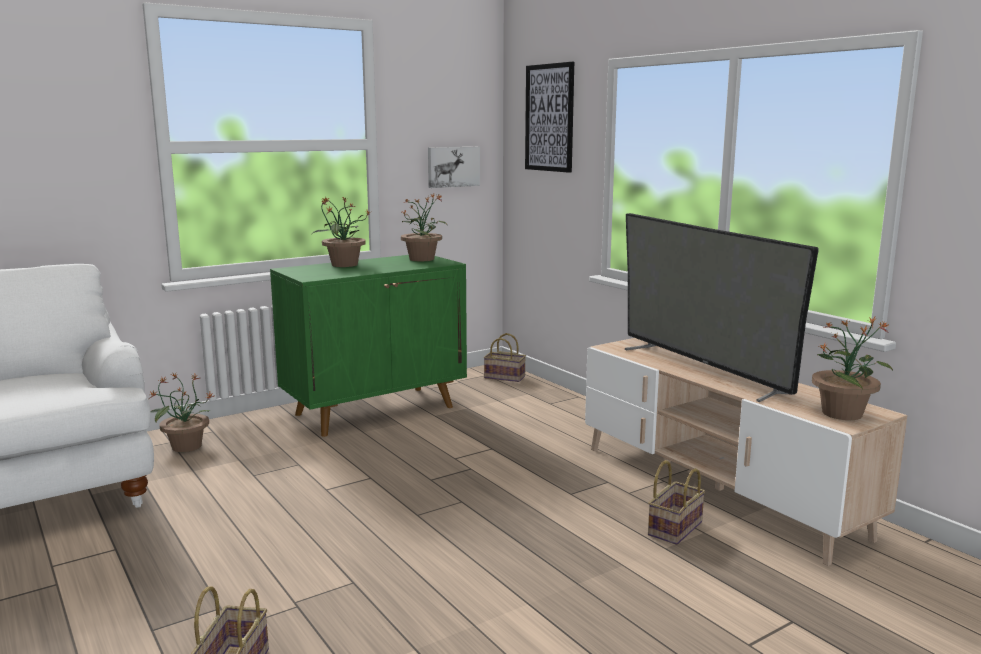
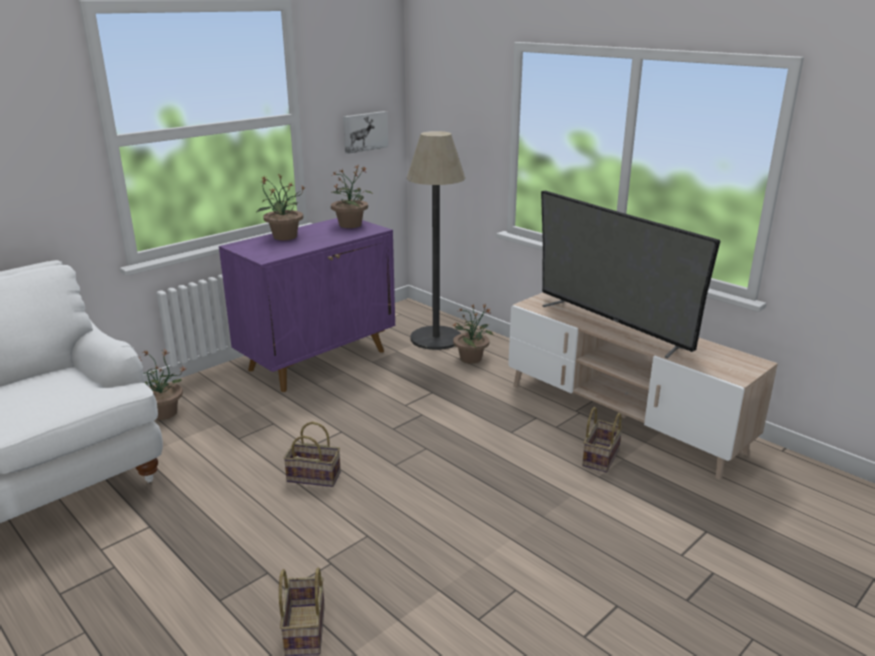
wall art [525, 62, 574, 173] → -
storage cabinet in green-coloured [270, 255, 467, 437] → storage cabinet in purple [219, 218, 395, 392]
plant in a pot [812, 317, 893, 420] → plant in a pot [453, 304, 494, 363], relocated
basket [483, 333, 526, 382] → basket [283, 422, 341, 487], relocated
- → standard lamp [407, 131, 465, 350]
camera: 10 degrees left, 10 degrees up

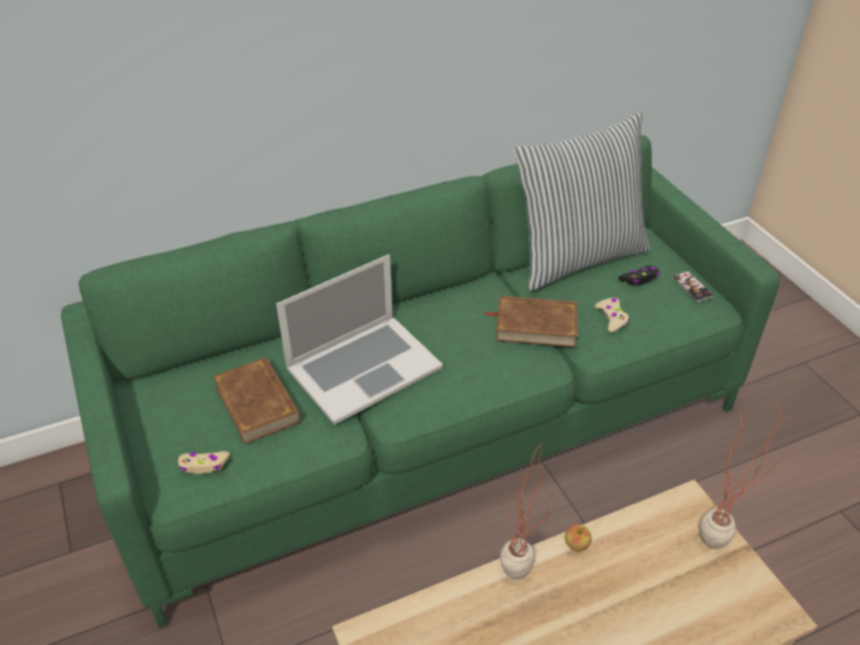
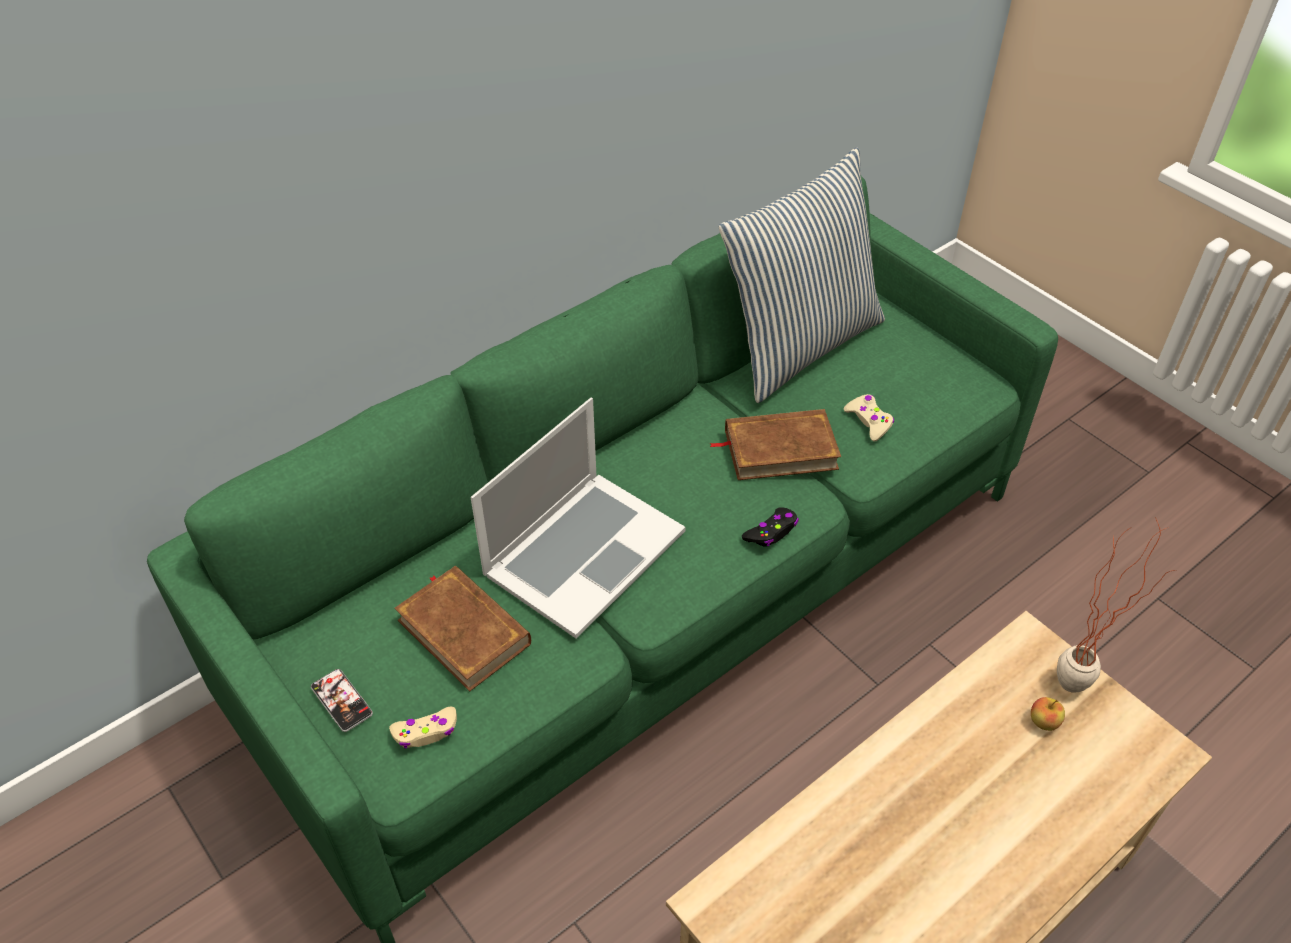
gamepad in black-coloured [618, 266, 660, 285] → gamepad in black-coloured [742, 507, 799, 547], relocated
handset [672, 271, 713, 302] → handset [311, 669, 373, 732], relocated
plant in a pot [500, 441, 552, 579] → -
apple [565, 524, 592, 552] → apple [1031, 697, 1065, 731], relocated
camera: 15 degrees left, 5 degrees up

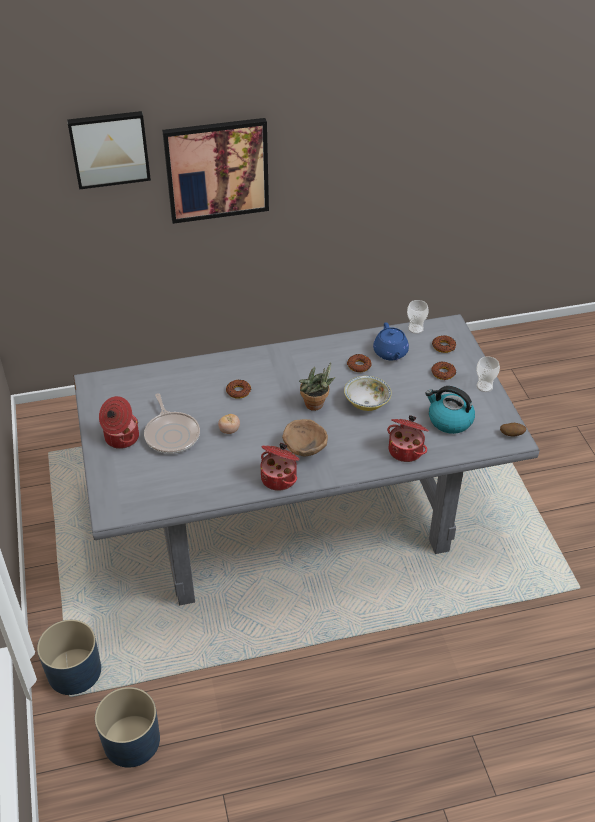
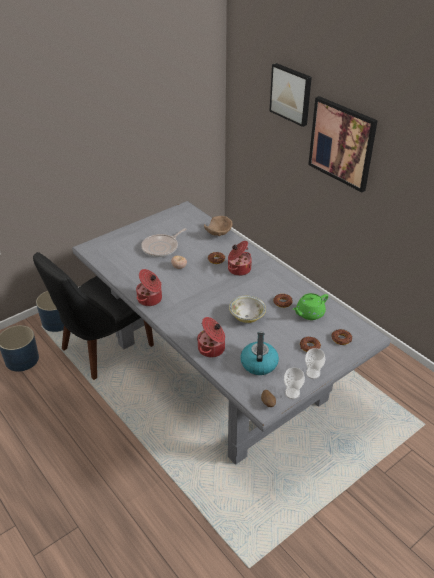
cup [407, 300, 429, 334] → cup [284, 367, 305, 399], relocated
pot for tea in blue [373, 322, 409, 360] → pot for tea in green-coloured [293, 293, 328, 320]
plant in a pot [299, 362, 336, 411] → -
cooking pot [99, 396, 139, 449] → cooking pot [228, 241, 252, 276], relocated
deep dish in brown [282, 419, 328, 456] → deep dish in brown [204, 216, 233, 236], relocated
- → upright chair in black-coloured [33, 252, 154, 380]
camera: 65 degrees right, 5 degrees down

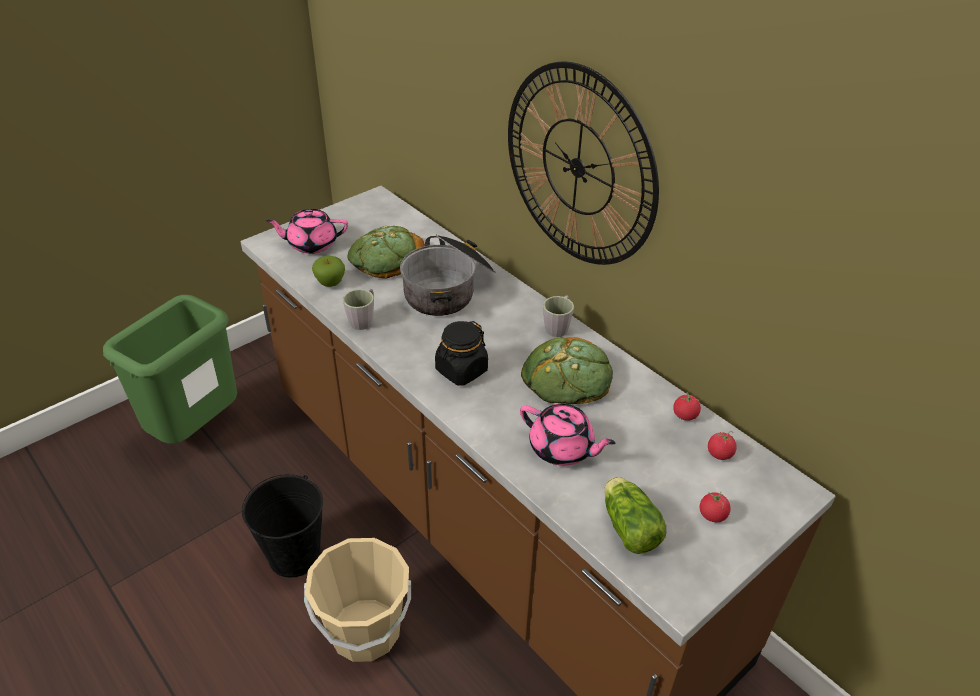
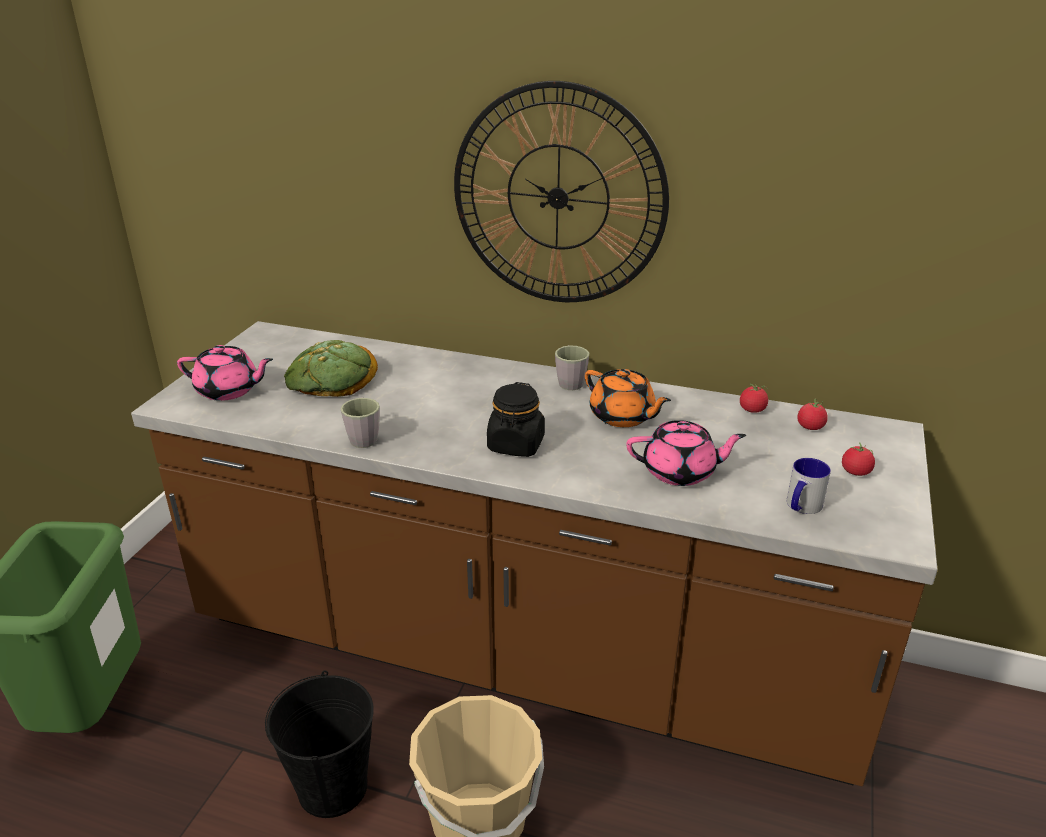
pot for tea in pinkish [266, 209, 348, 254] → pot for tea in pinkish [177, 345, 273, 401], 135 degrees counterclockwise
cooking pot [400, 235, 495, 316] → -
apple [312, 256, 345, 287] → -
bread [521, 337, 613, 404] → pot for tea in orange-coloured [585, 369, 671, 427]
lettuce head [604, 477, 666, 554] → coffee mug [787, 458, 831, 514]
camera: 30 degrees left, 10 degrees down

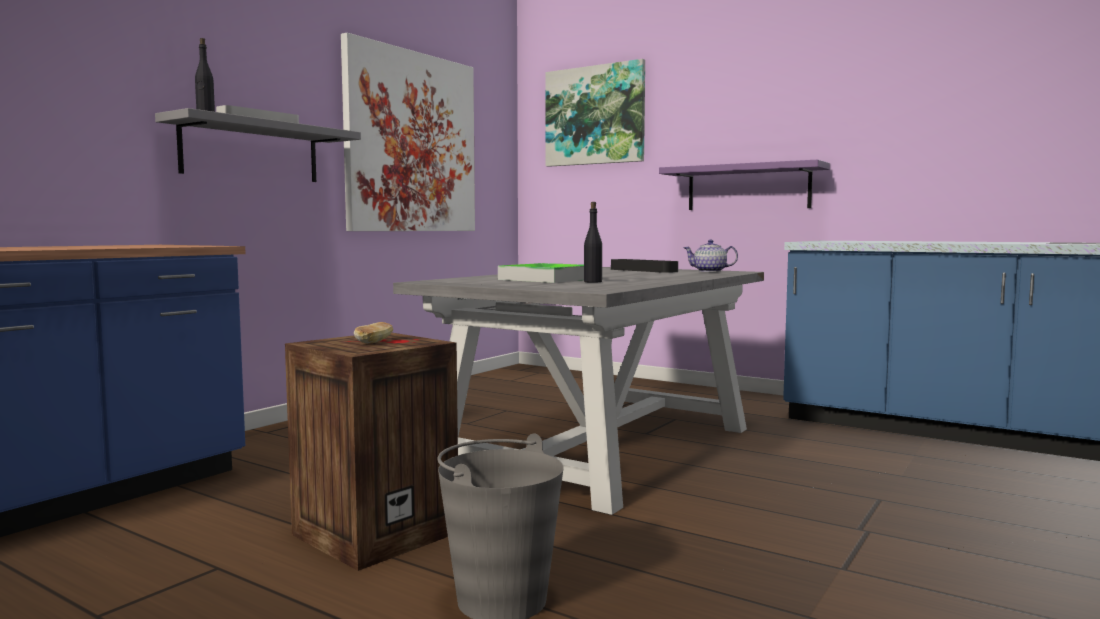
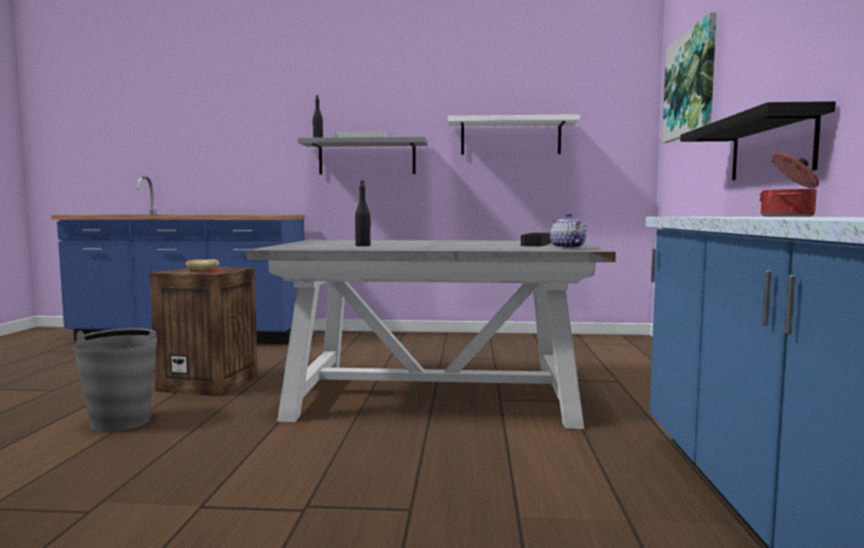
wall art [341, 33, 475, 231] → bracket shelf in white [448, 114, 580, 155]
bracket shelf in purple [659, 160, 830, 210] → bracket shelf in black-coloured [680, 101, 836, 180]
serving tray [498, 263, 584, 283] → -
- → cooking pot [759, 152, 819, 217]
camera: 60 degrees right, 0 degrees up

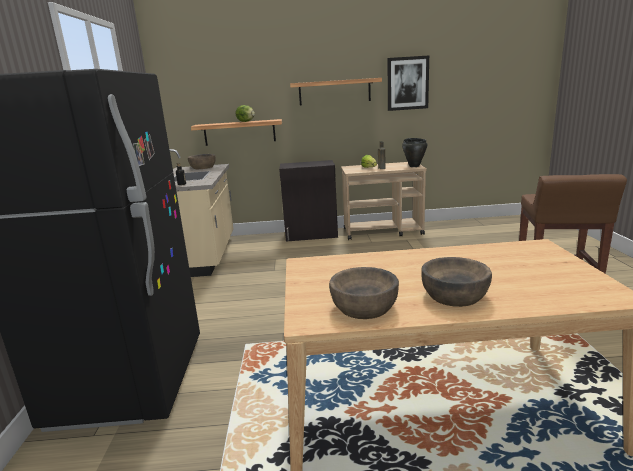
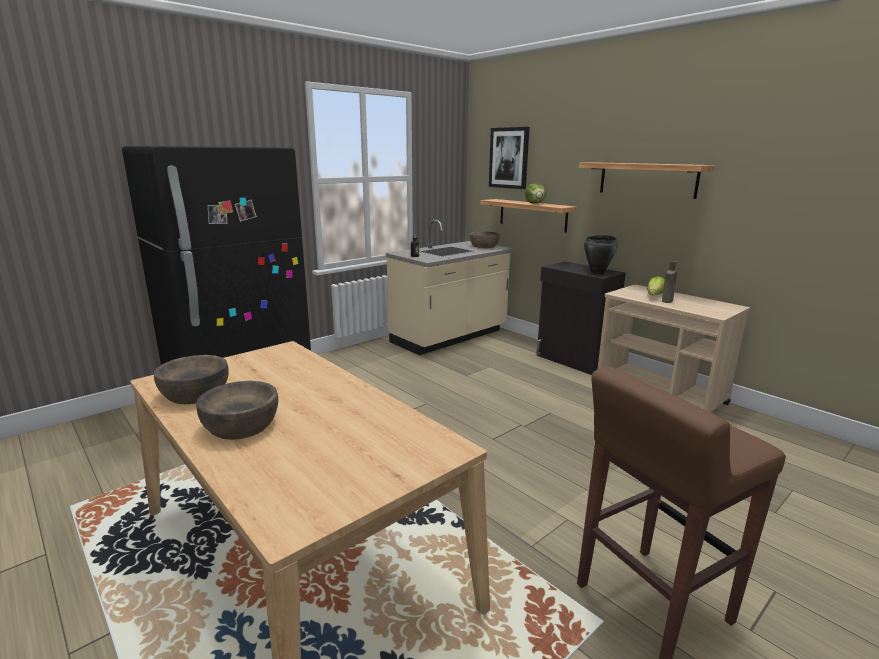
wall art [388, 55, 429, 111] → wall art [489, 127, 529, 189], relocated
cooking pot in black-coloured [402, 138, 427, 167] → cooking pot in black-coloured [584, 235, 618, 274], relocated
camera: 50 degrees right, 0 degrees up

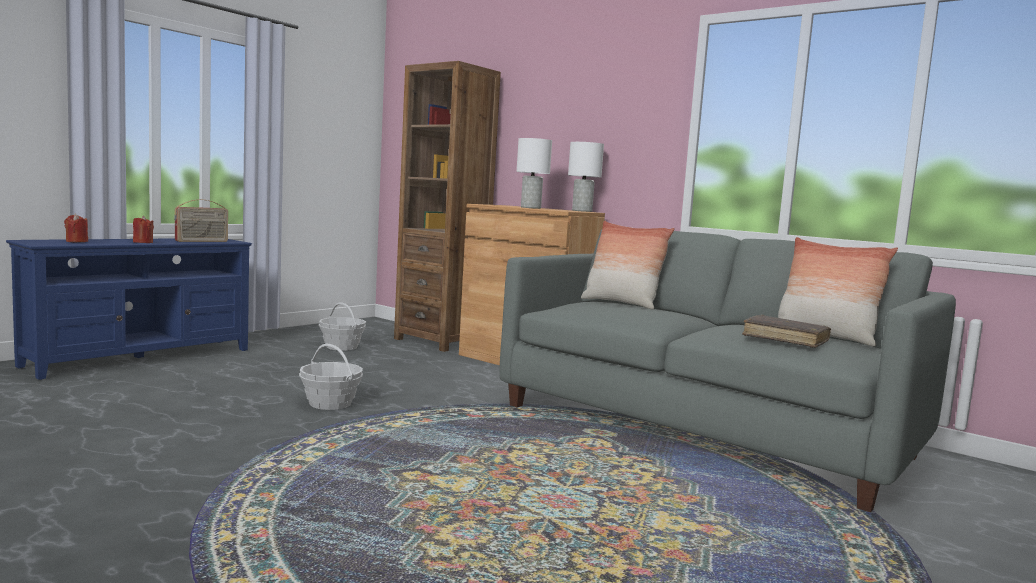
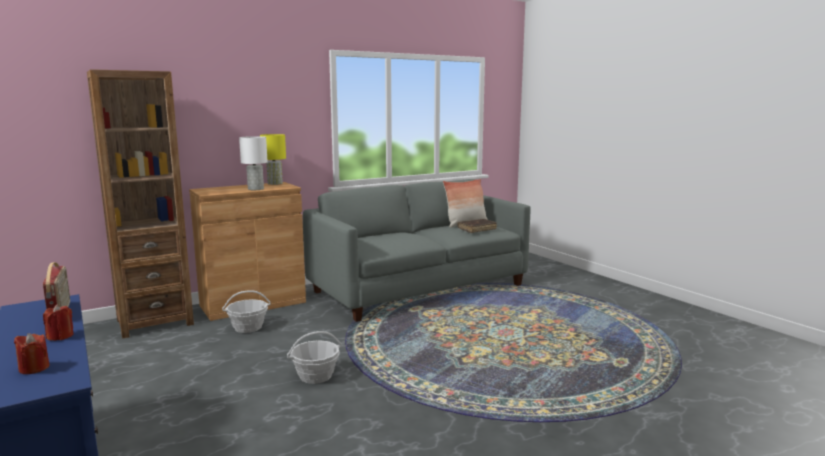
table lamp in white [568, 142, 604, 212] → table lamp in yellowish [260, 134, 286, 185]
cushion [581, 221, 675, 309] → -
basket [319, 302, 366, 351] → basket [222, 290, 270, 333], relocated
camera: 70 degrees left, 5 degrees up

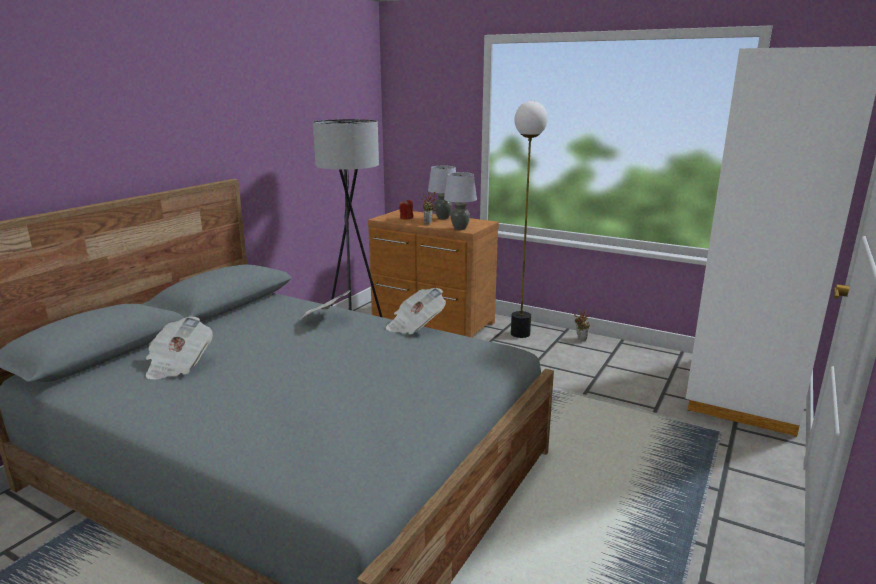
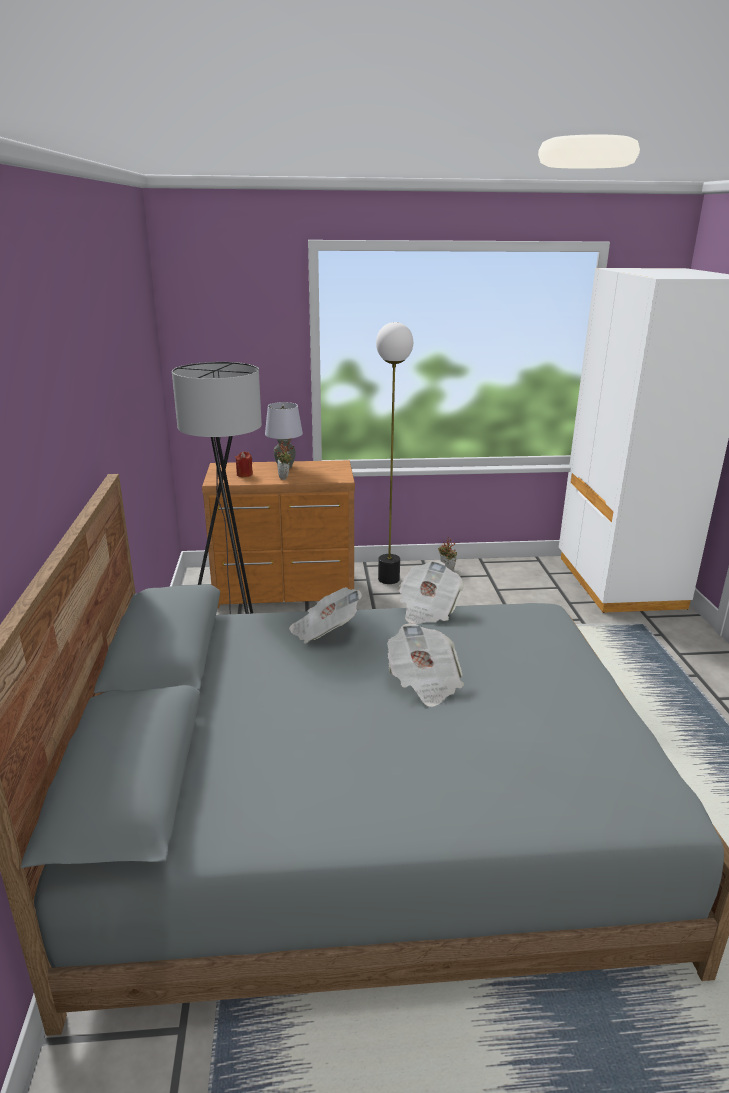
table lamp in greyish [444, 172, 477, 230] → -
newspaper [146, 317, 213, 379] → newspaper [387, 623, 464, 707], relocated
camera: 35 degrees left, 5 degrees up

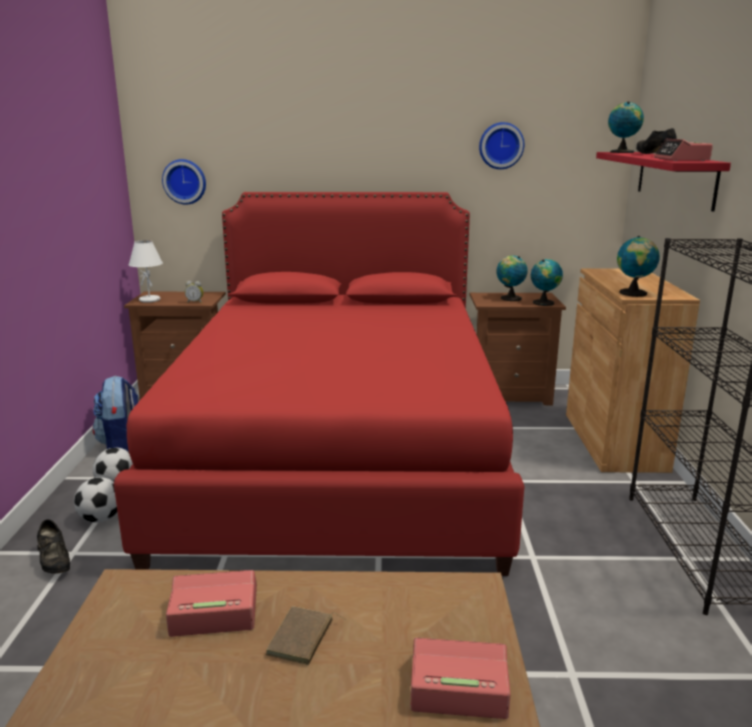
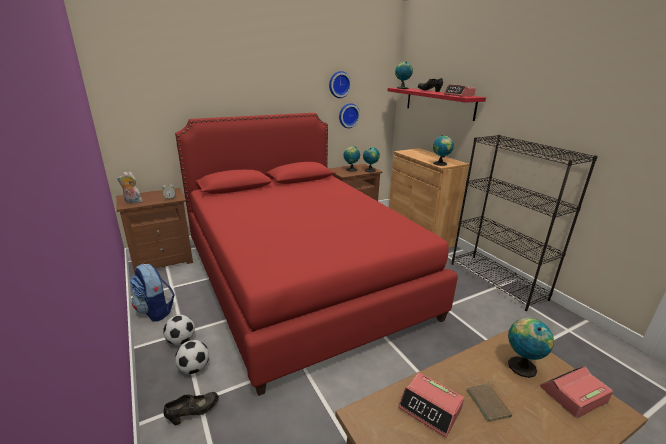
hanging clock [162, 159, 206, 205] → hanging clock [339, 103, 360, 128], relocated
table lamp in white [129, 240, 163, 303] → soft toy [117, 172, 142, 204]
item of footwear in black-coloured [37, 519, 70, 574] → item of footwear in black-coloured [163, 392, 219, 425], 60 degrees counterclockwise
table clock [166, 570, 257, 637] → table clock [398, 372, 464, 438], 105 degrees counterclockwise
- → world globe [508, 318, 554, 378]
camera: 30 degrees left, 5 degrees up

